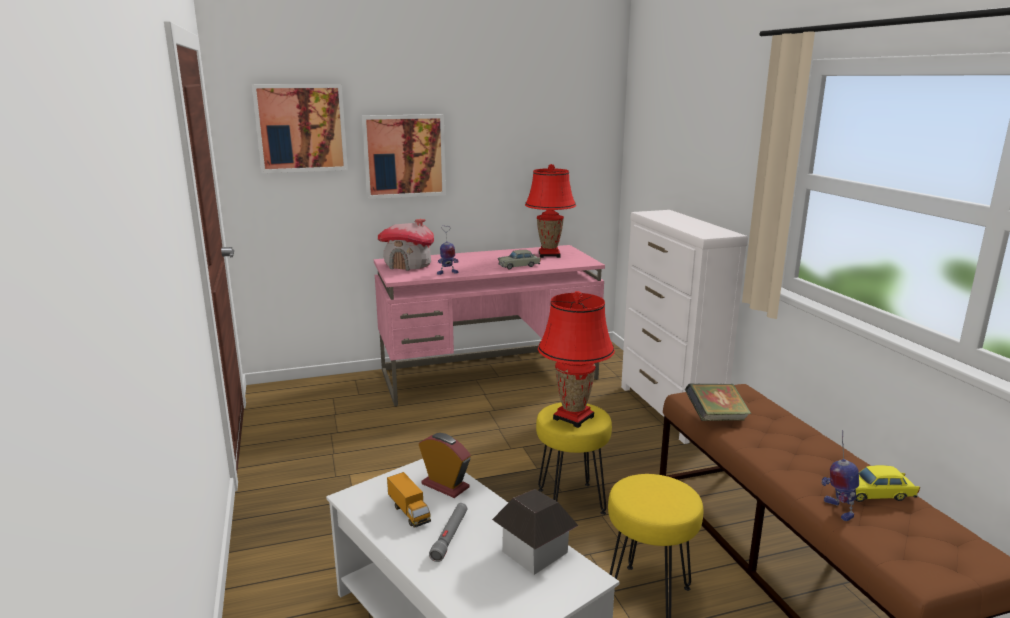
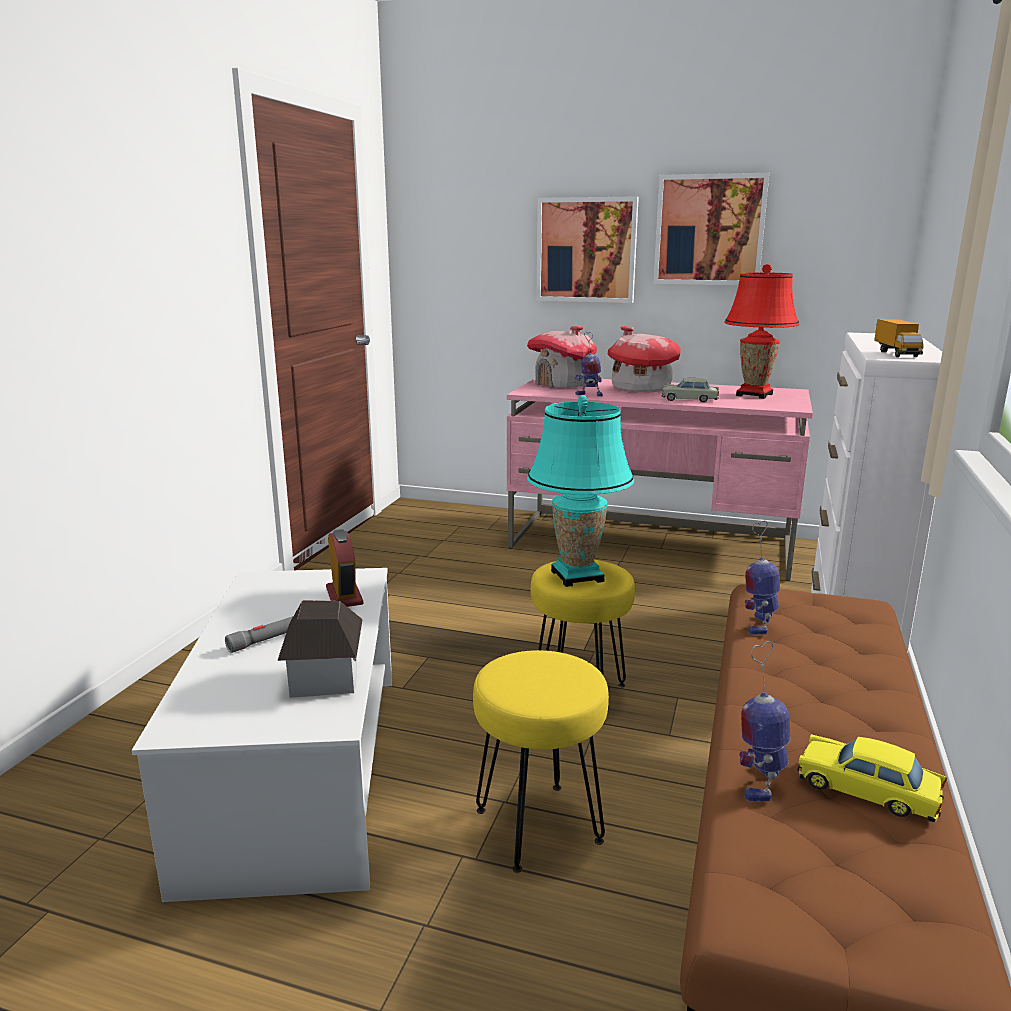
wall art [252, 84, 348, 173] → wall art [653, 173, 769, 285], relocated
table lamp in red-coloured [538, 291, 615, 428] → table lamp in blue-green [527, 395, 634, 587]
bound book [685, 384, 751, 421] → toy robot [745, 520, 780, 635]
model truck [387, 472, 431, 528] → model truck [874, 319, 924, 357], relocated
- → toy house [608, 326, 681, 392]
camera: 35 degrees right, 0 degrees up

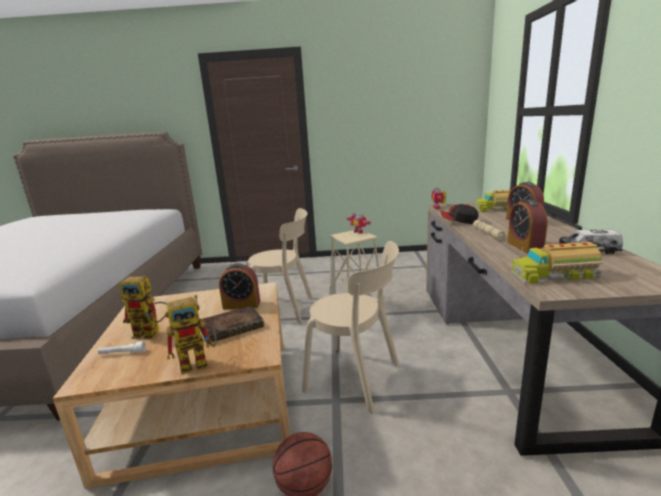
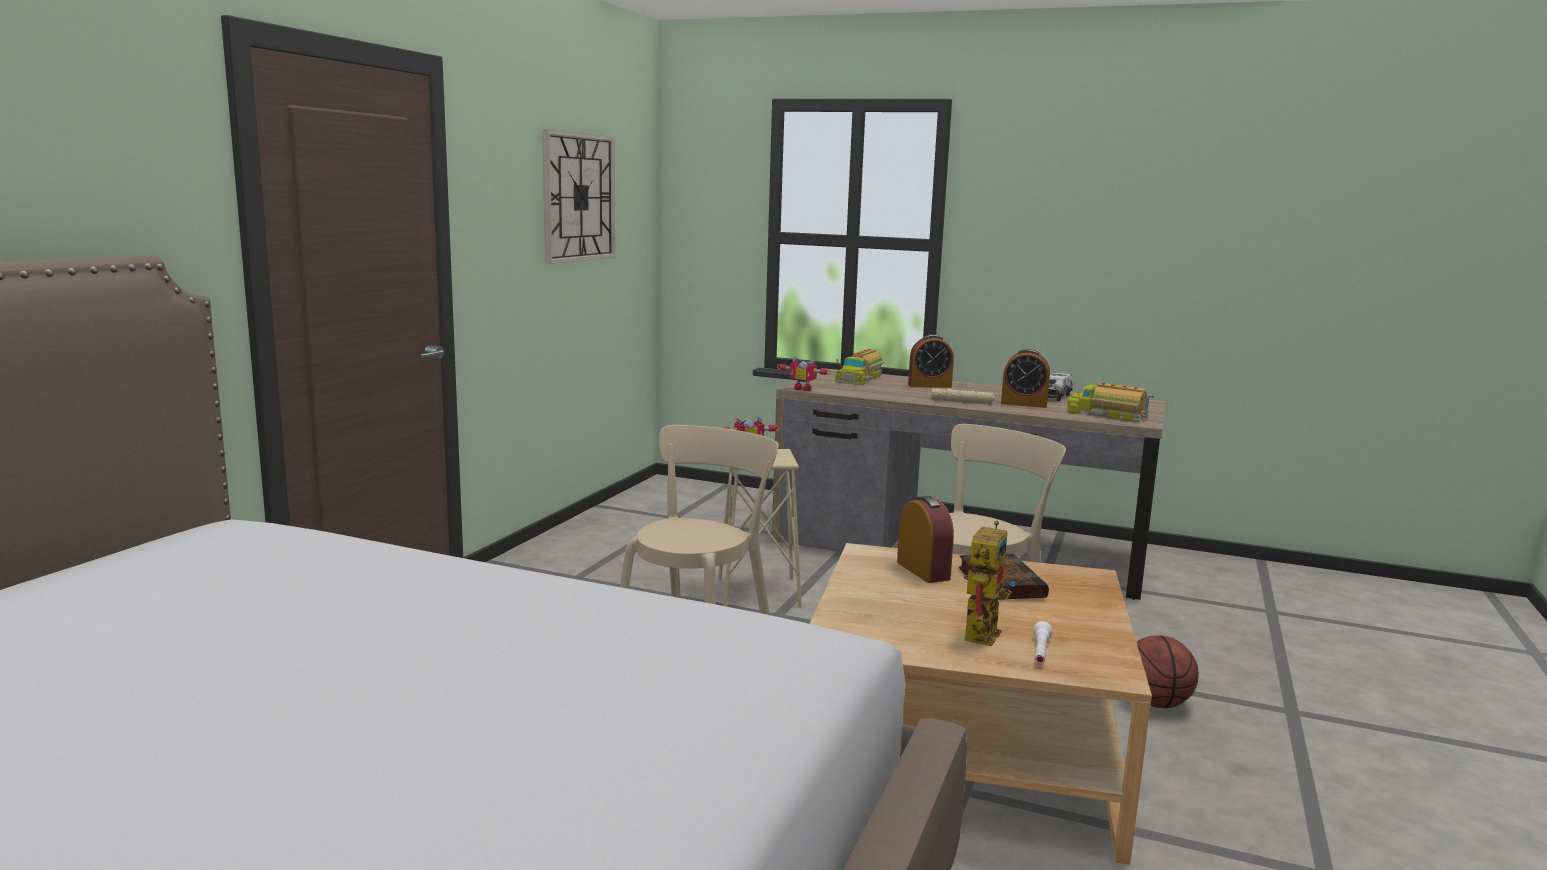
peaked cap [441, 204, 478, 224] → -
model truck [511, 242, 605, 284] → model truck [1067, 383, 1155, 422], 105 degrees clockwise
table clock [219, 263, 260, 310] → table clock [897, 496, 954, 583], 45 degrees counterclockwise
toy robot [165, 295, 216, 375] → -
- → hanging clock [542, 129, 615, 264]
camera: 70 degrees left, 5 degrees down

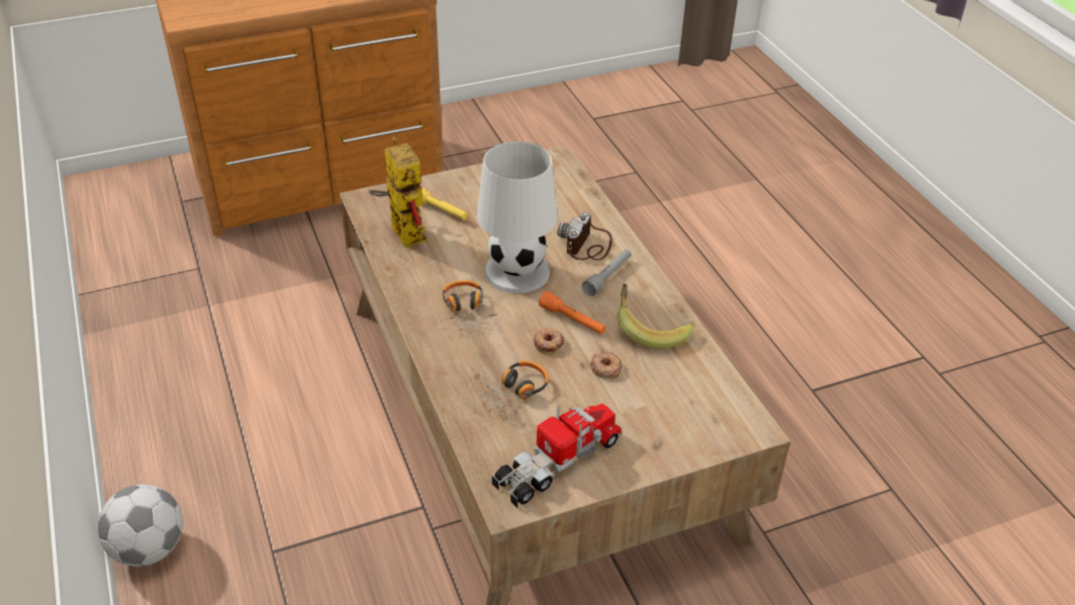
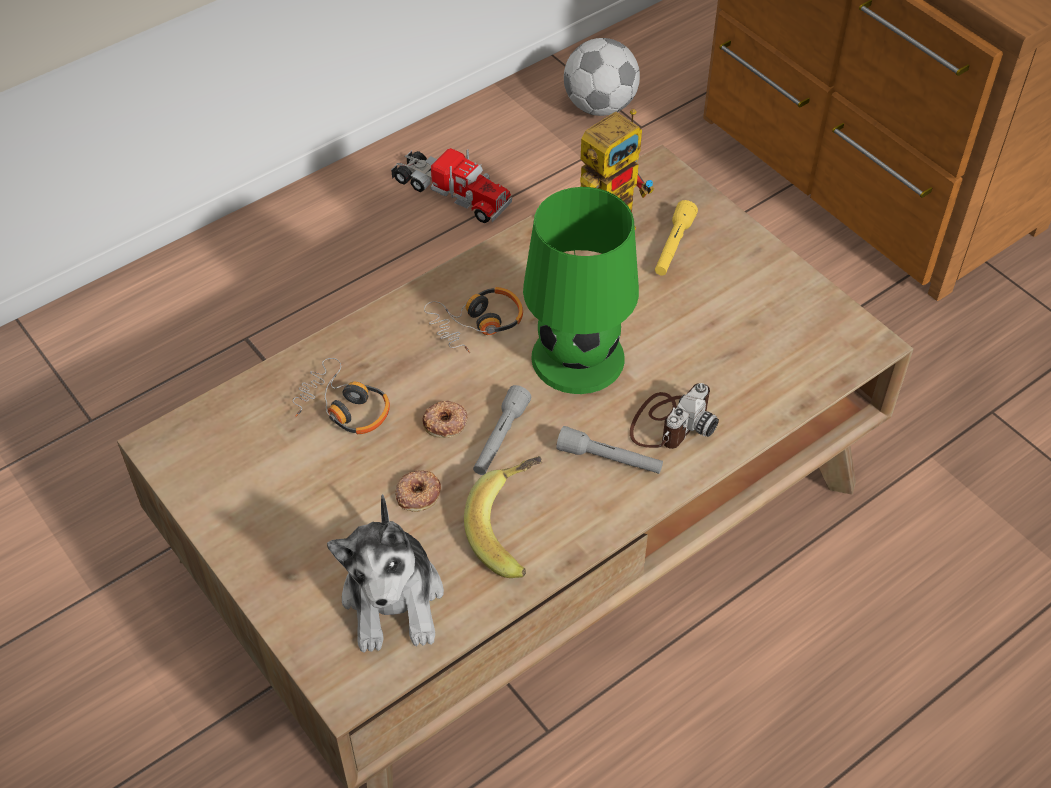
table lamp in white [477, 141, 558, 293] → table lamp in green-coloured [523, 187, 639, 394]
still camera [557, 212, 612, 260] → still camera [630, 383, 719, 449], 120 degrees clockwise
torch in orange-coloured [539, 291, 606, 334] → torch in greyish [473, 385, 531, 475]
model truck [492, 403, 622, 508] → model truck [391, 148, 512, 223], relocated
football ball [97, 485, 183, 567] → football ball [564, 38, 640, 116], relocated
- → soft toy [327, 494, 444, 652]
camera: 75 degrees right, 10 degrees up

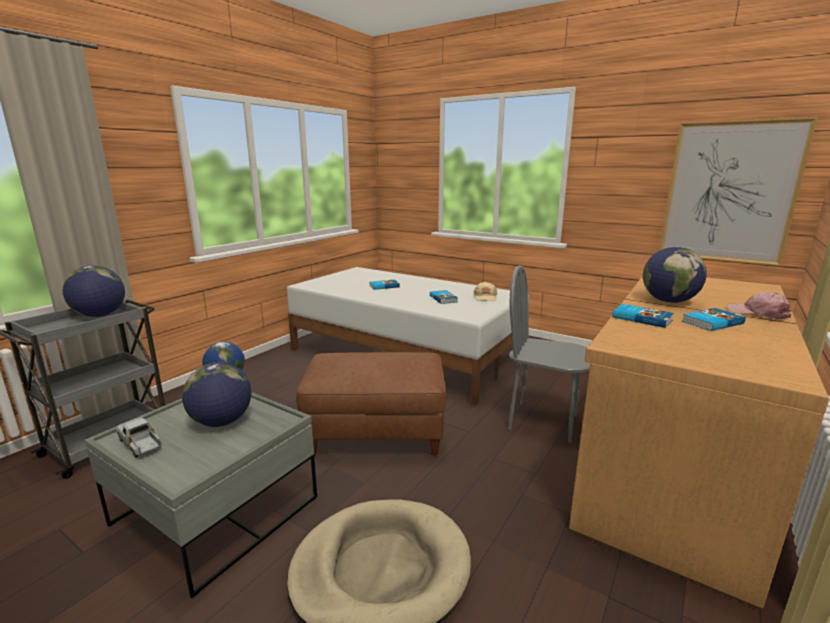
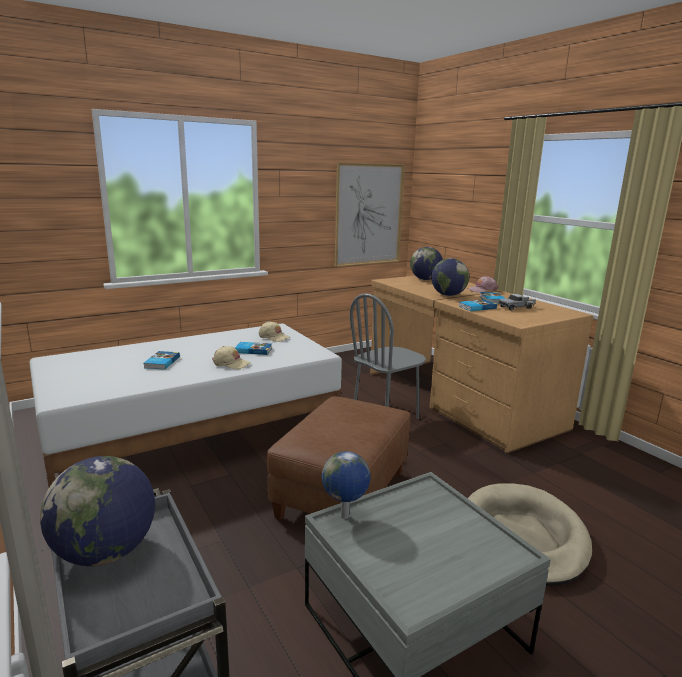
world globe [182, 362, 251, 427] → world globe [410, 247, 443, 280], relocated
model truck [116, 417, 162, 457] → model truck [498, 294, 536, 311], relocated
- → peaked cap in beige-coloured [212, 346, 251, 369]
camera: 65 degrees left, 0 degrees up

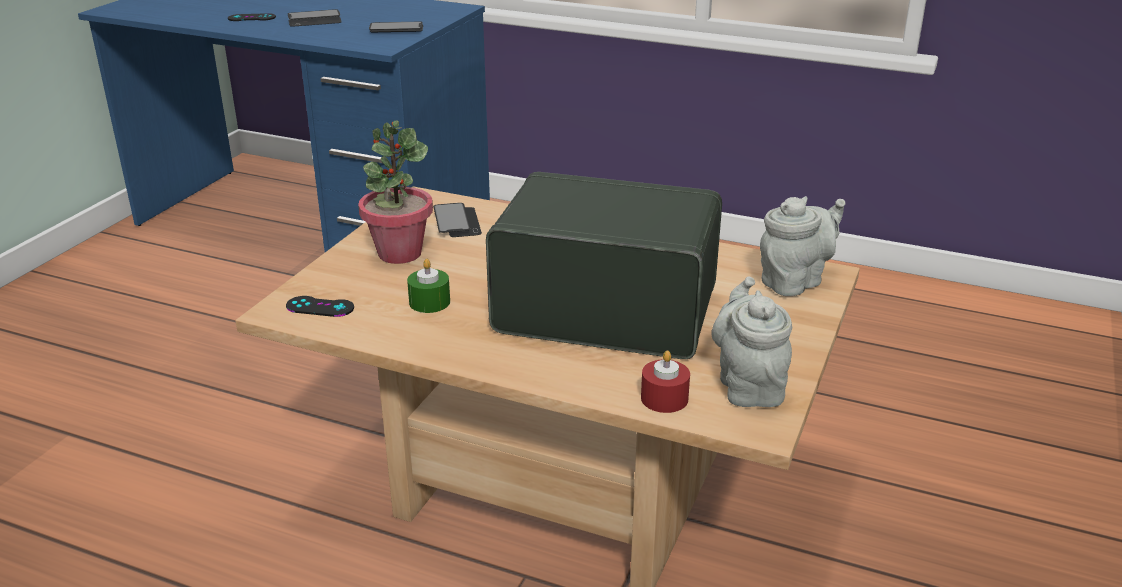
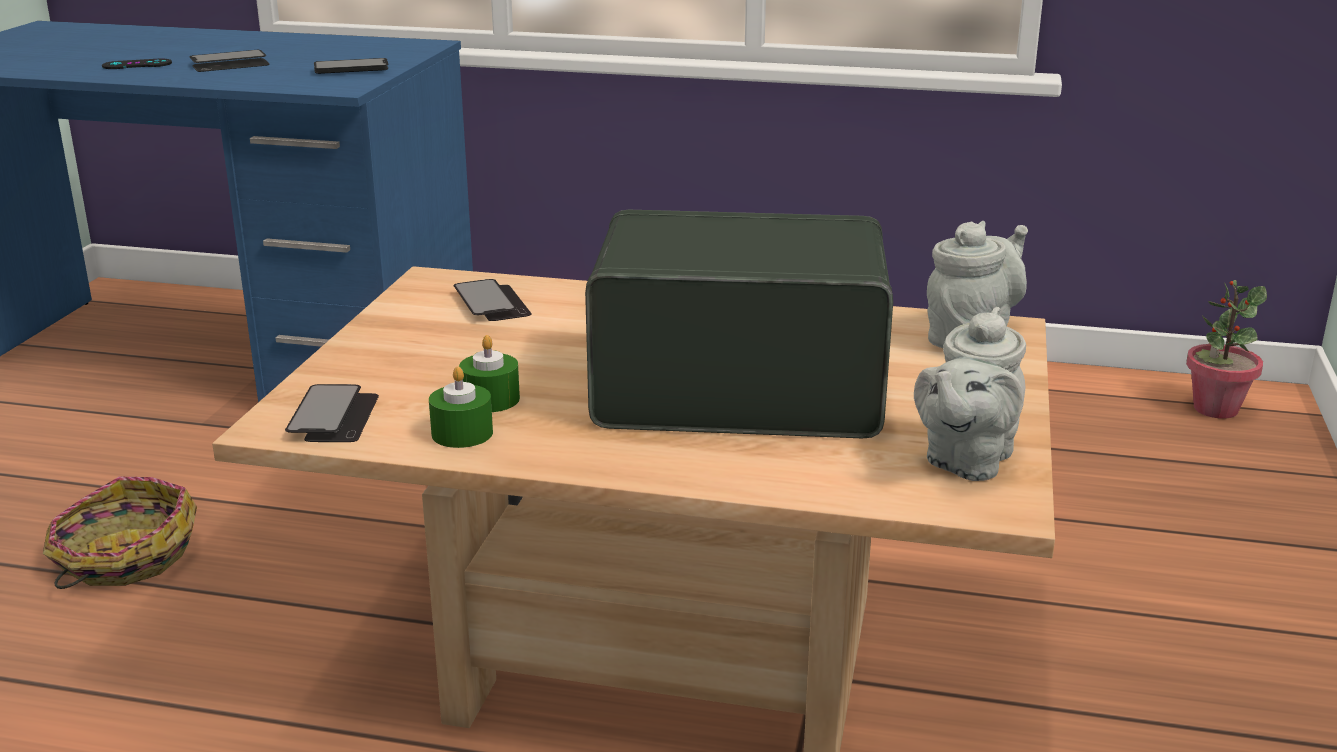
plant in a pot [358, 121, 433, 264] → plant in a pot [1186, 280, 1267, 419], relocated
pot for tea in greyish [711, 276, 792, 407] → pot for tea in greyish [914, 307, 1026, 481], 135 degrees counterclockwise
gamepad in black-coloured [286, 296, 354, 317] → handset [285, 384, 379, 442]
candle in red-coloured [641, 350, 690, 413] → -
- → candle in green-coloured [429, 367, 493, 448]
- → basket [43, 477, 197, 589]
camera: 10 degrees left, 5 degrees down

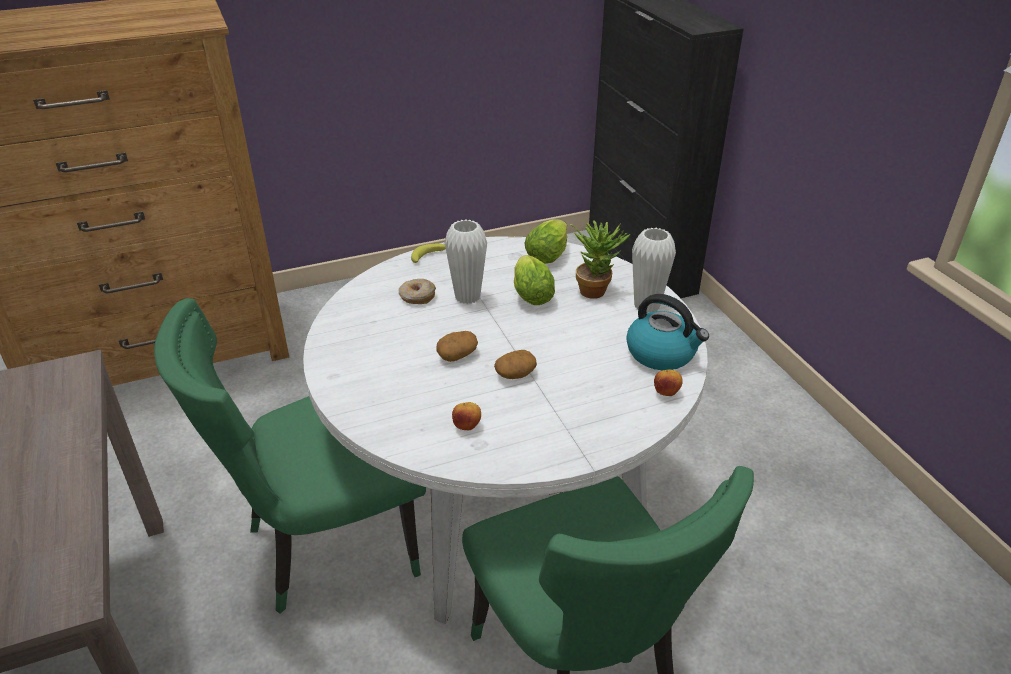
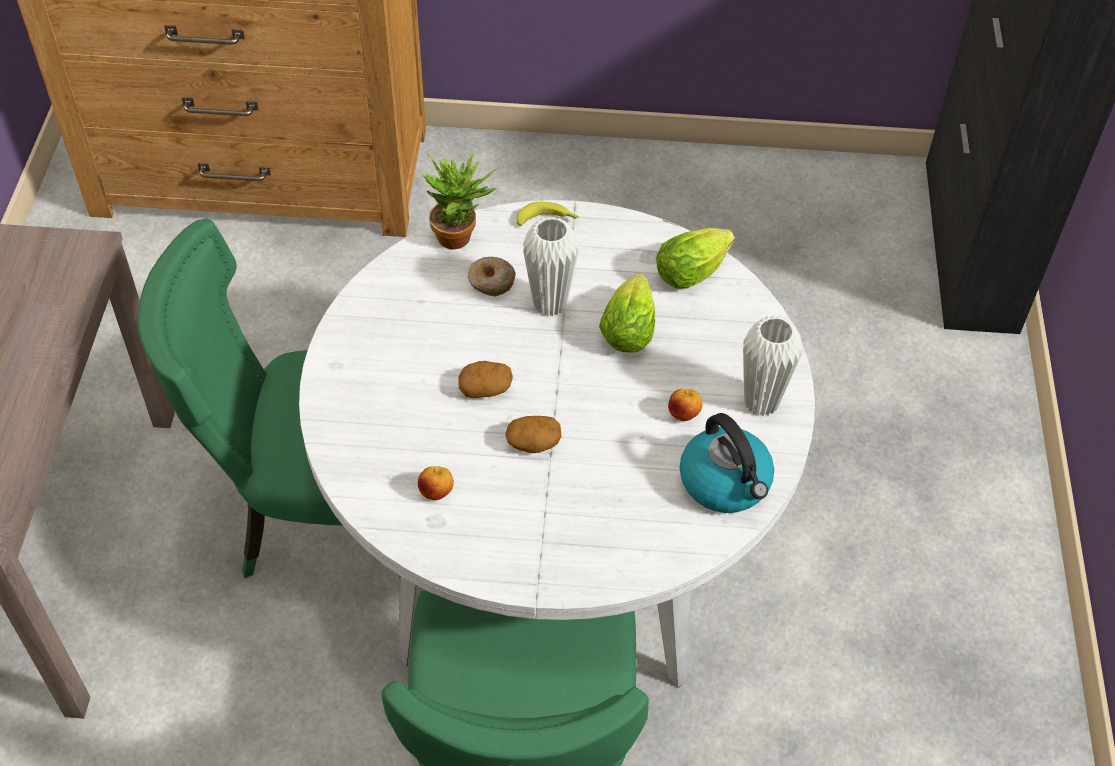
plant in a pot [570, 220, 631, 299] → plant in a pot [422, 152, 498, 249], relocated
apple [654, 369, 683, 396] → apple [668, 389, 703, 421], relocated
camera: 25 degrees right, 15 degrees up

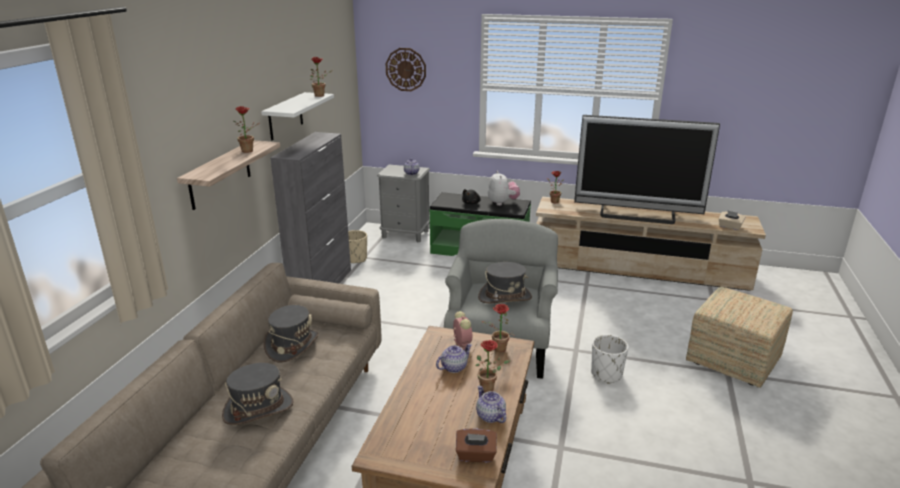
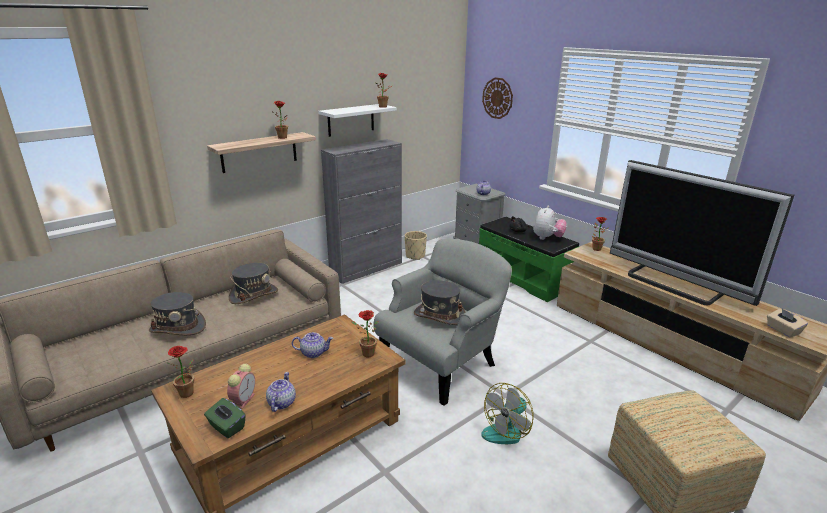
table clock [453, 311, 472, 350] → table clock [227, 364, 255, 409], relocated
planter in white [591, 335, 629, 384] → fan [481, 383, 534, 444]
plant in a pot [476, 340, 511, 392] → plant in a pot [166, 346, 194, 398], relocated
box of tissues in brown [456, 429, 497, 463] → box of tissues in green-coloured [204, 398, 245, 438]
camera: 35 degrees right, 0 degrees up

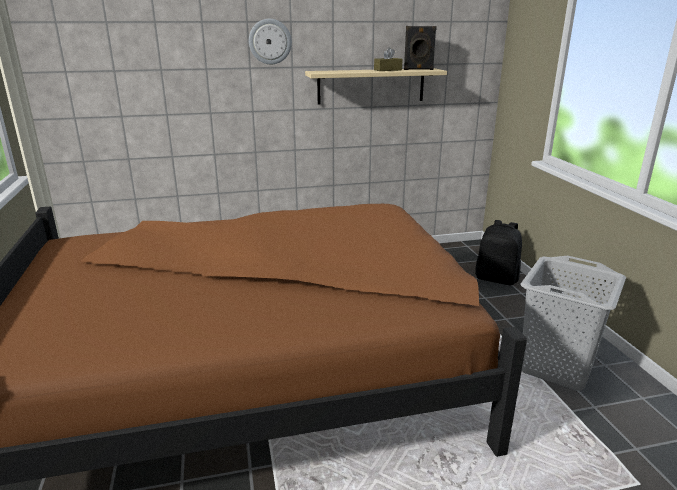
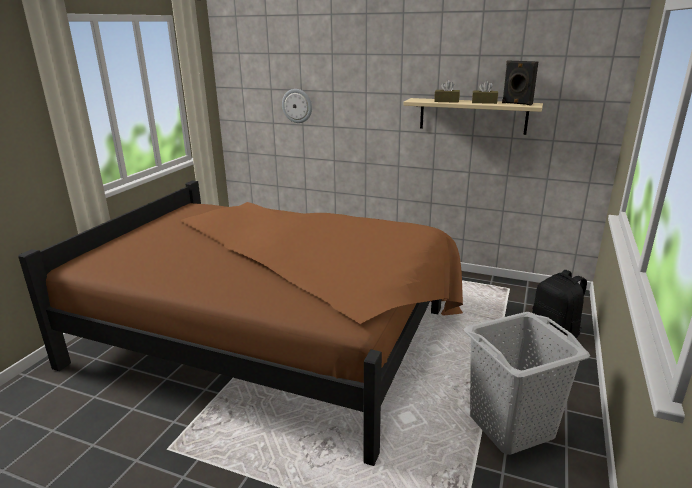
hanging clock [249, 19, 292, 64] → hanging clock [282, 89, 312, 123], relocated
- → box of tissues in brown [434, 80, 460, 103]
camera: 35 degrees right, 0 degrees up

